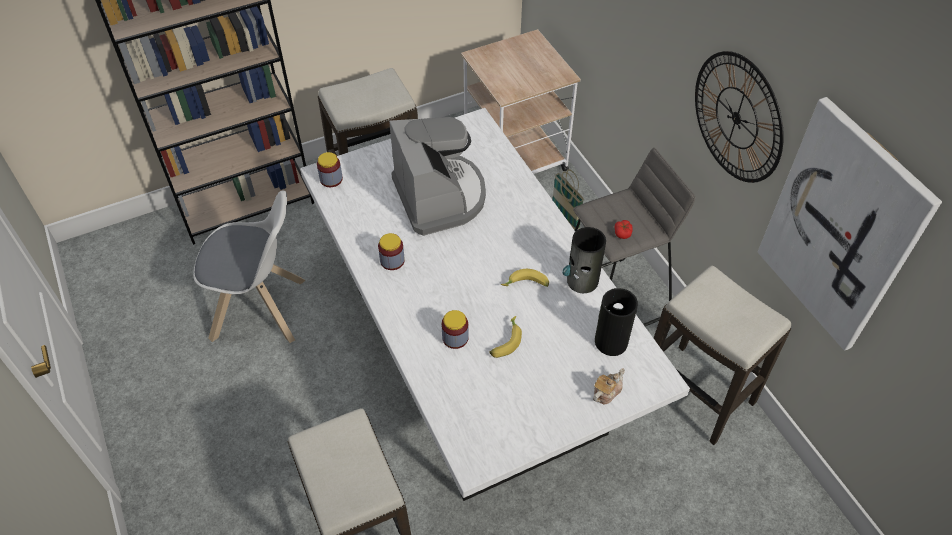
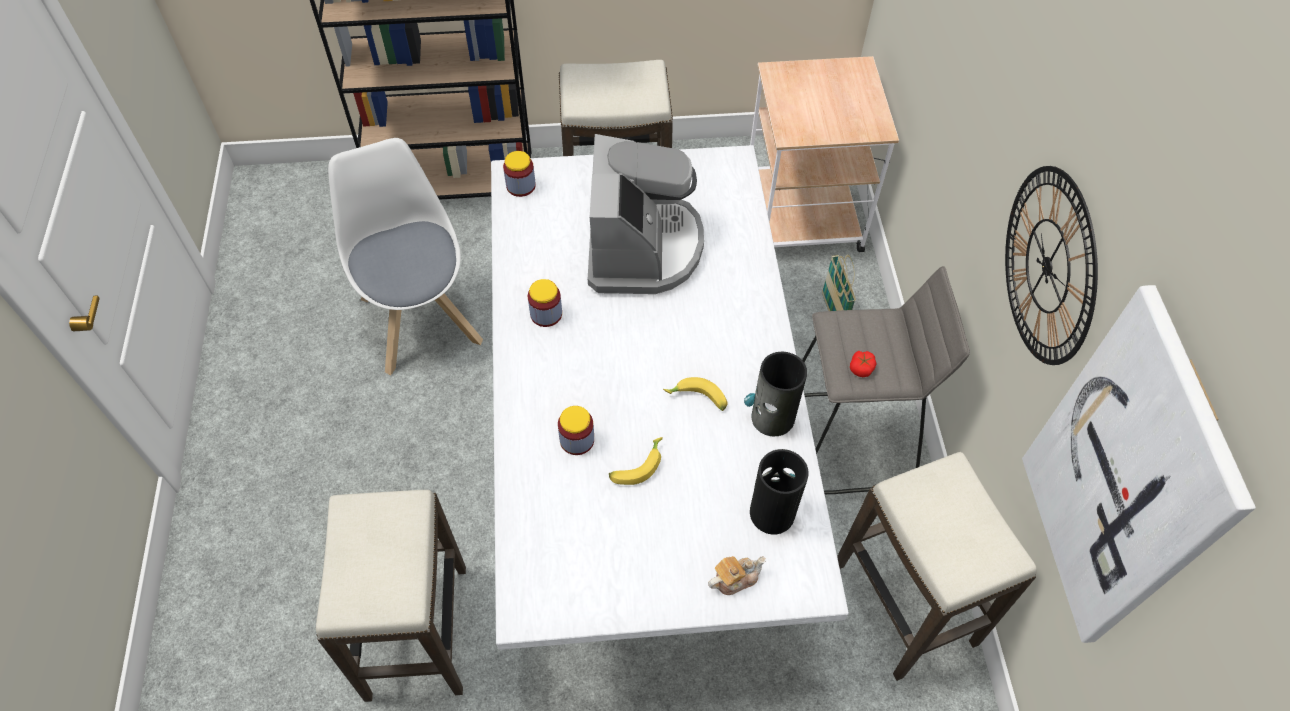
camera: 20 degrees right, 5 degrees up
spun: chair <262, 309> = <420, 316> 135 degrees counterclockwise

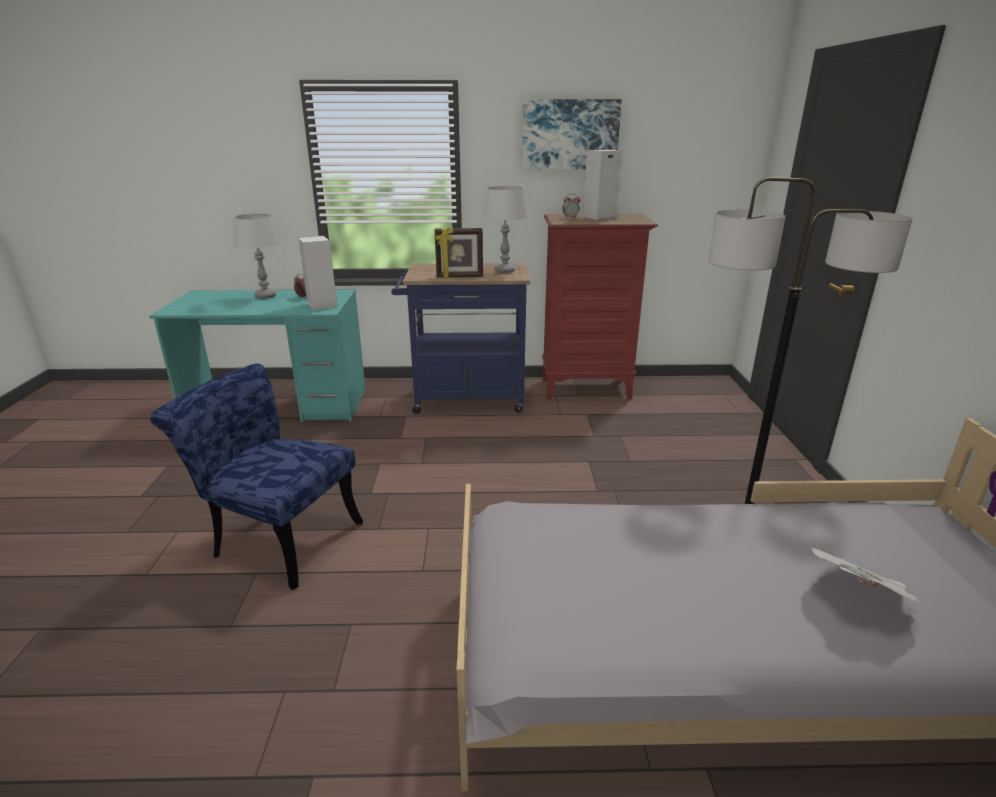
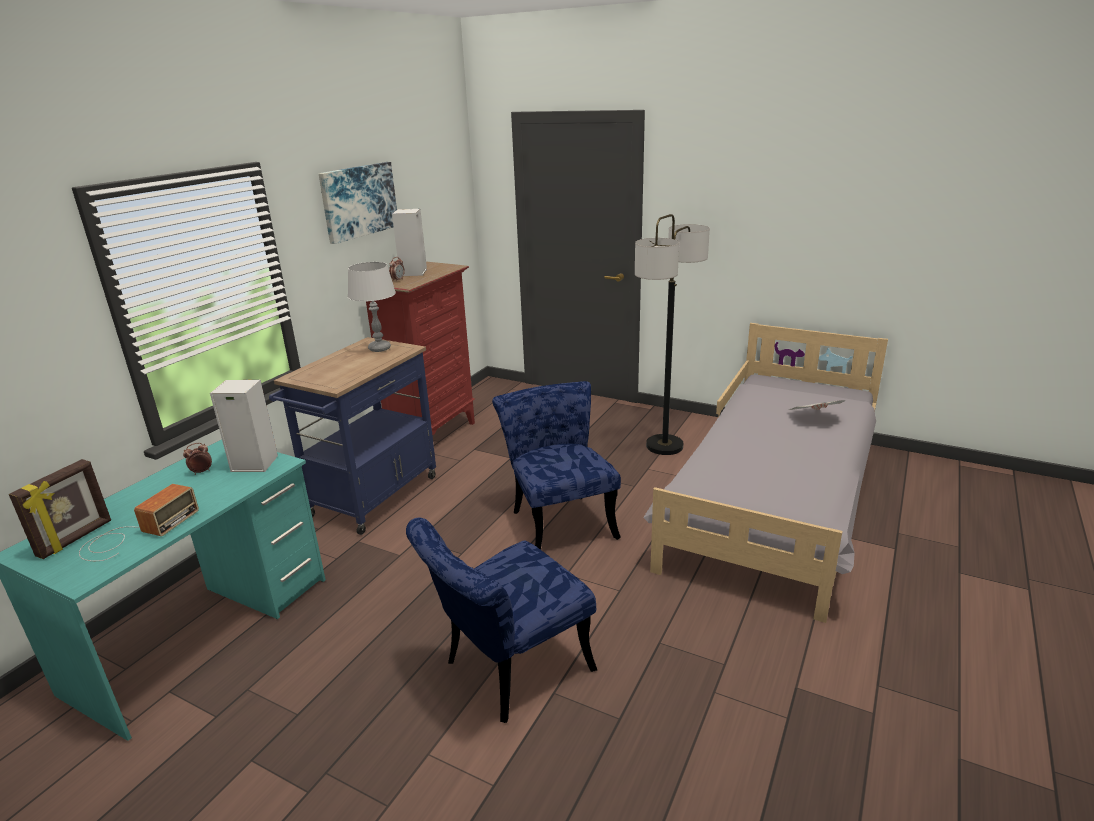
camera: 60 degrees left, 0 degrees up
missing: table lamp (grey) <265, 296>
appeared: radio <136, 533>; chair (blue) <559, 520>
relocated: picture frame <459, 277> to <75, 539>

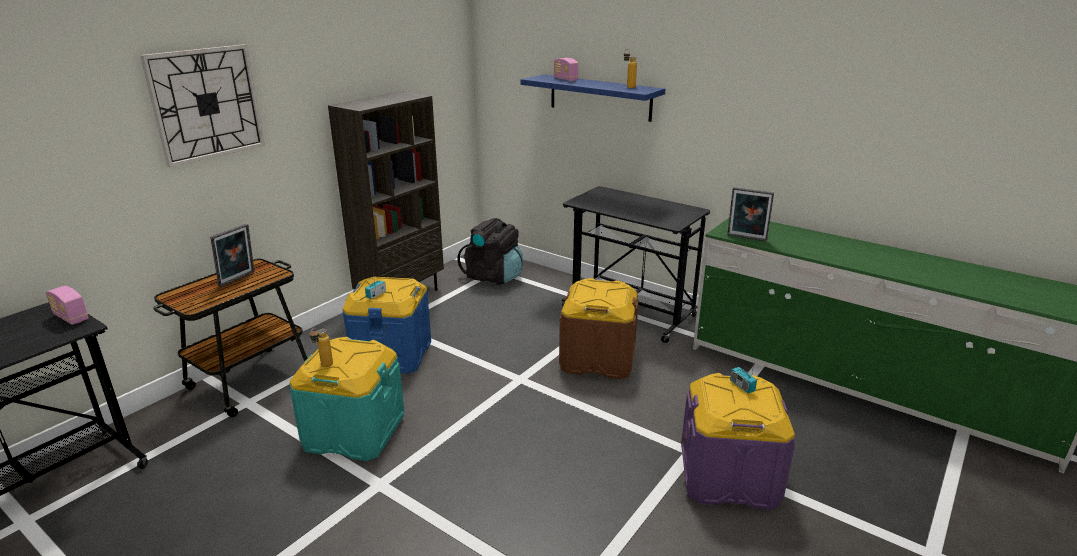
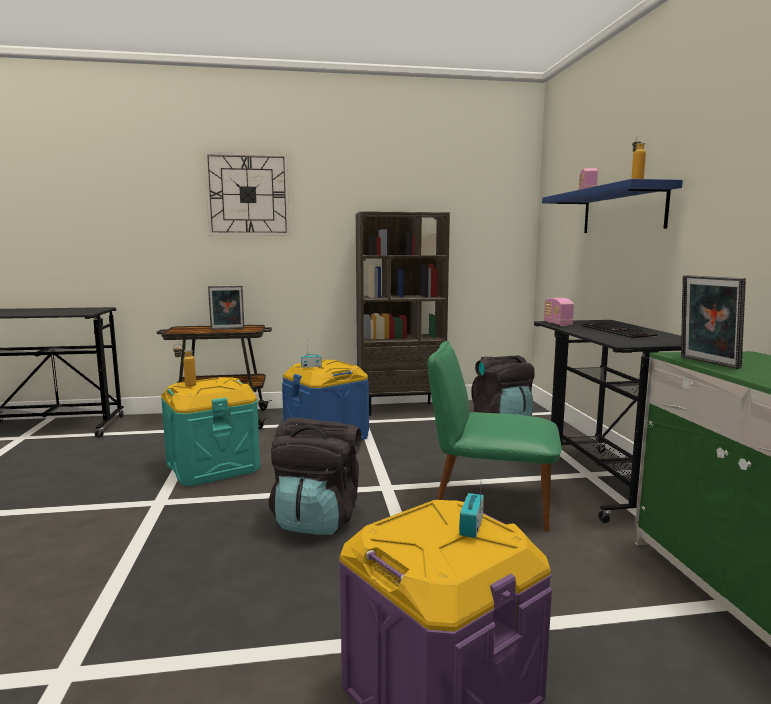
camera: 45 degrees right, 15 degrees down
appeared: backpack (black) <317, 519>; keyboard <618, 331>
relocated: radio <71, 317> to <557, 324>
exchanged: storage box (brown) <597, 358> to chair (green) <491, 503>

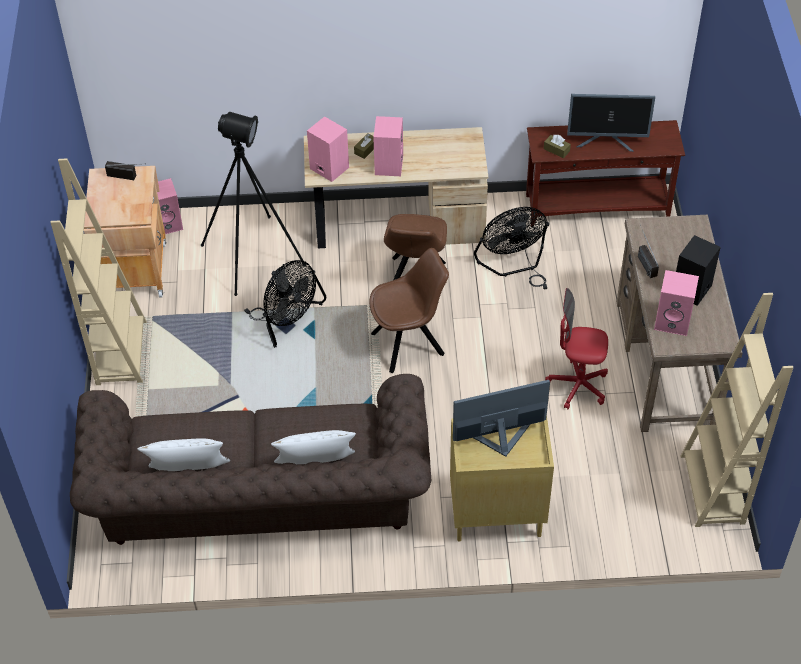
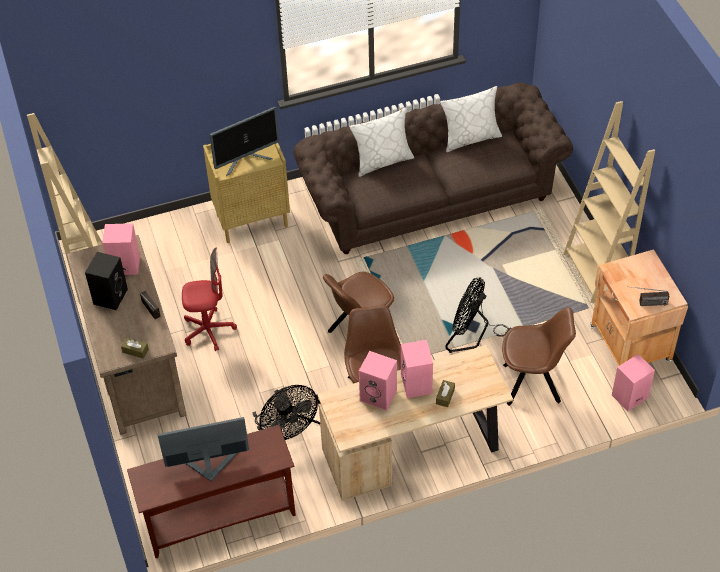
camera: 165 degrees right, 0 degrees up
relocated: speaker (pink) <328, 168> to <379, 395>; tissue box (brown) <556, 150> to <135, 351>
exchanged: floor lamp (black) <253, 256> to chair (brown) <532, 384>

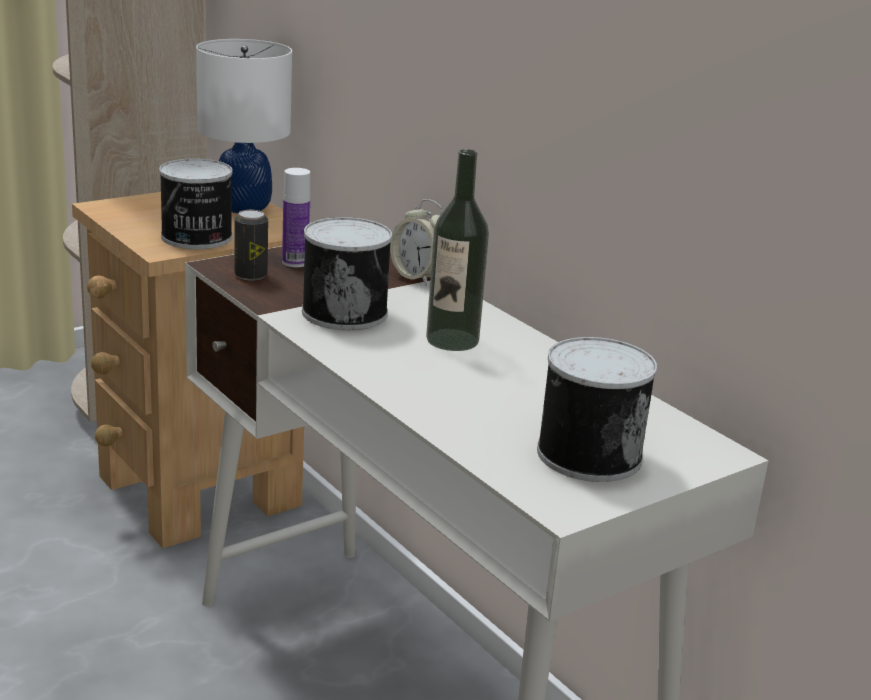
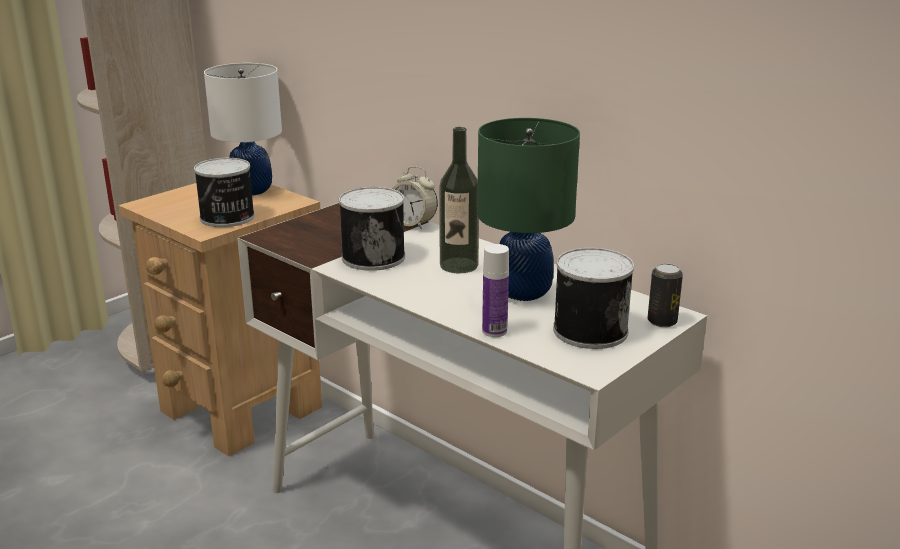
camera: 10 degrees left, 0 degrees up
appeared: table lamp (green) <523, 295>
relocated: can <251, 275> to <662, 321>; bottle <295, 262> to <494, 331>

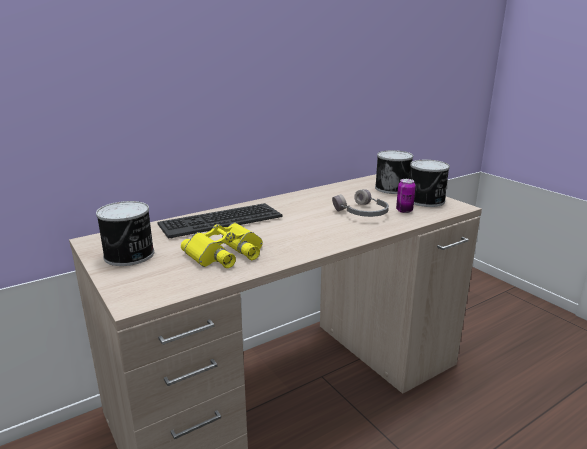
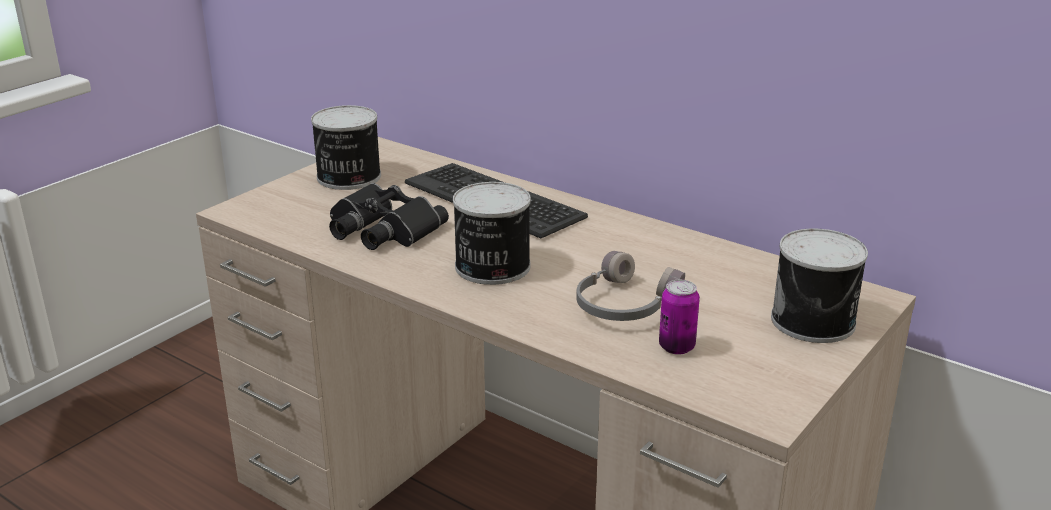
camera: 70 degrees right, 5 degrees up
relocated: can <426, 200> to <491, 267>
colour: binoculars (yellow) <226, 254> to binoculars (black) <381, 229>

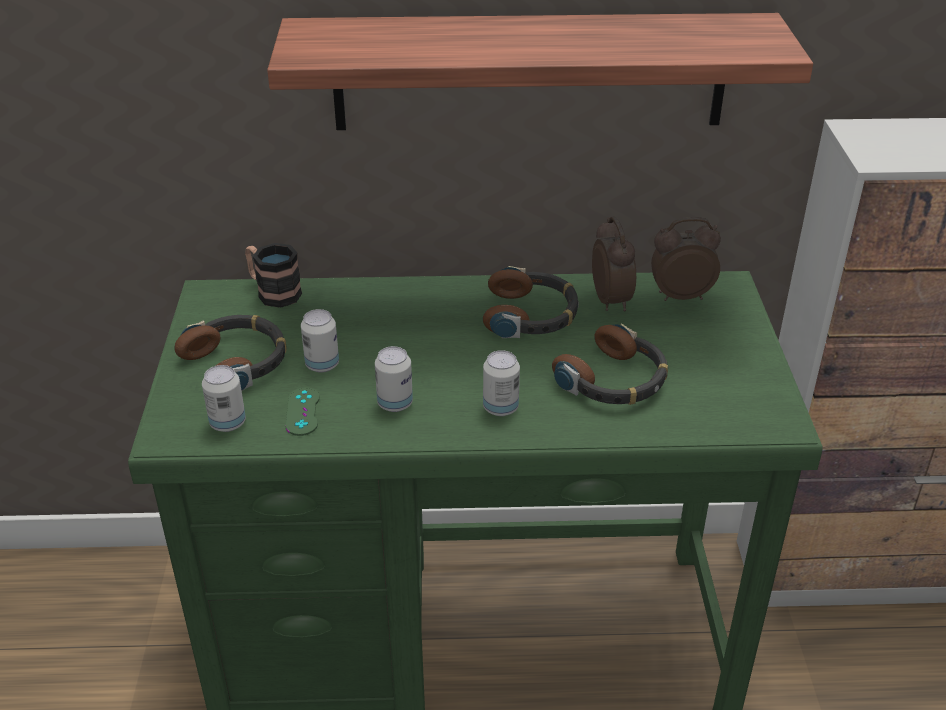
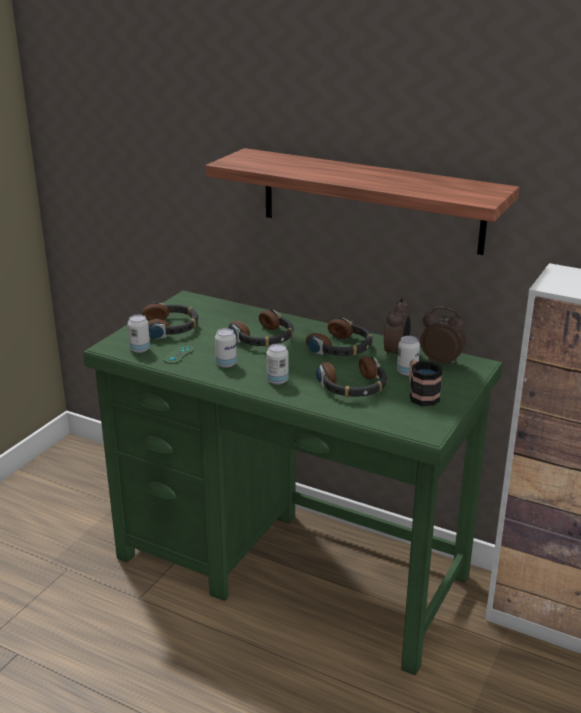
camera: 30 degrees right, 10 degrees down
appeared: headphones <263, 338>
relocated: mug <273, 292> to <421, 395>; can <322, 365> to <407, 372>

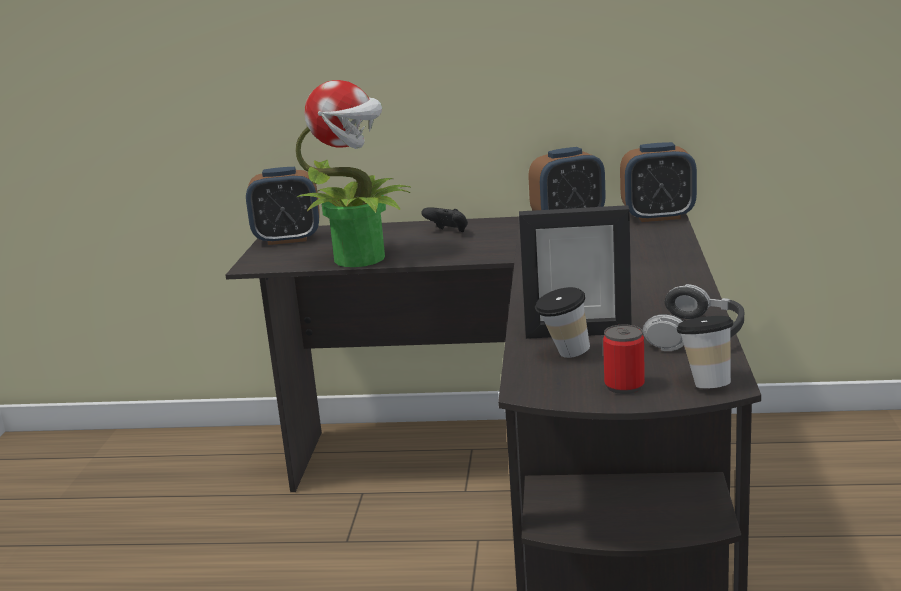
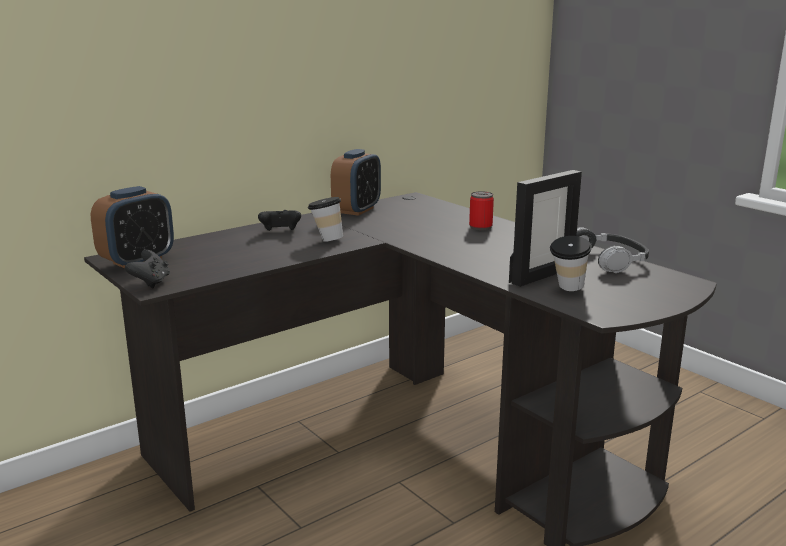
camera: 45 degrees left, 0 degrees up
missing: potted plant <361, 258>; alarm clock <658, 217>
appeared: game controller (black) <151, 283>
relocated: can <624, 386> to <480, 227>; cup <705, 383> to <326, 239>

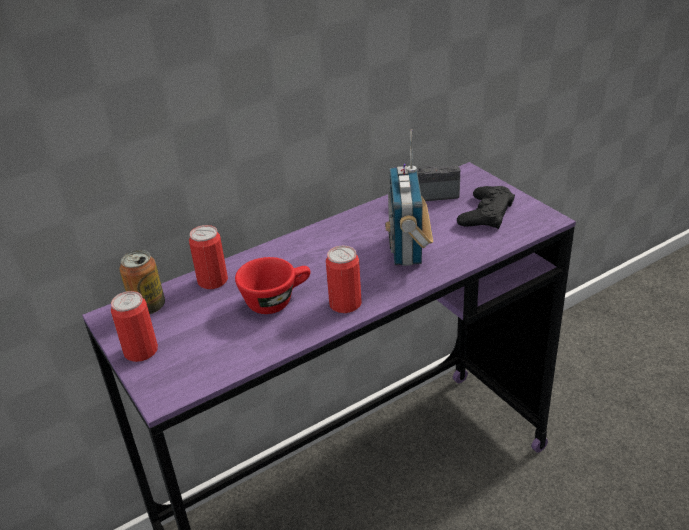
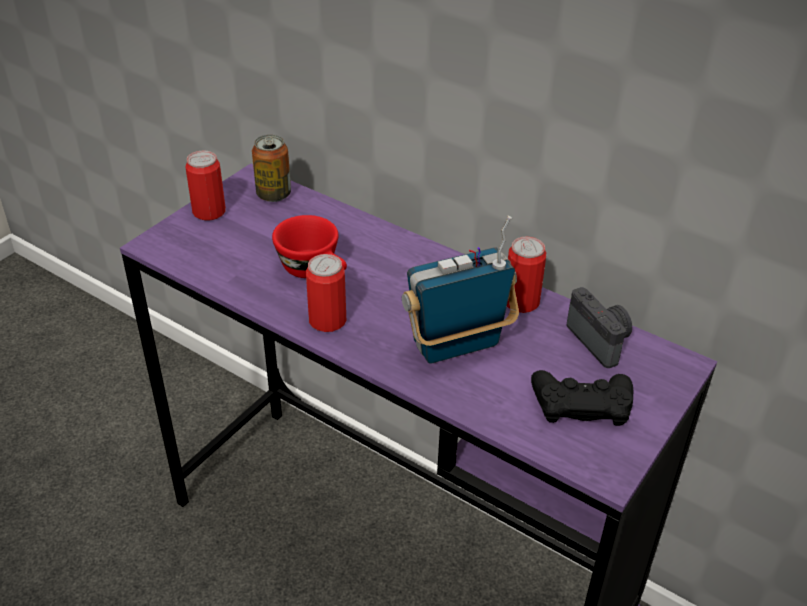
camera: 65 degrees right, 5 degrees up
relocated: can <213, 281> to <521, 302>

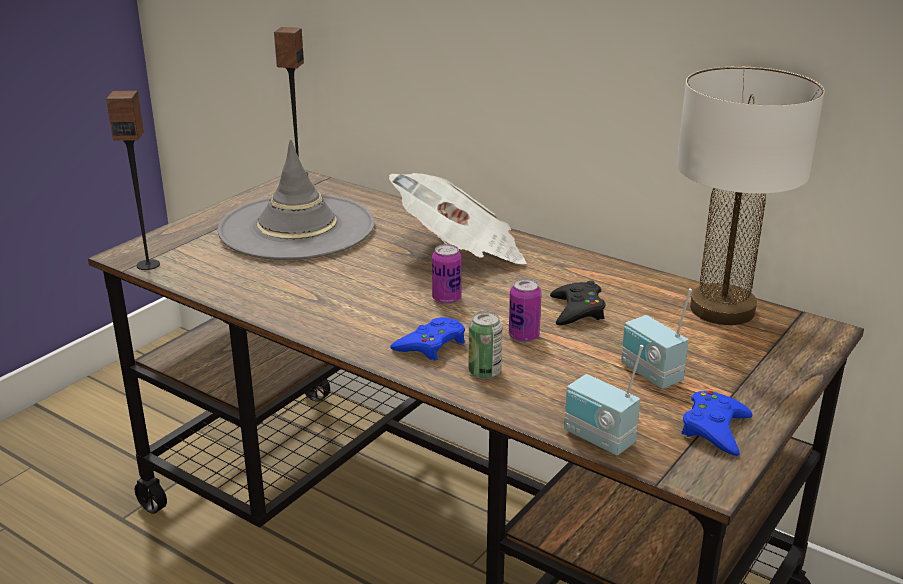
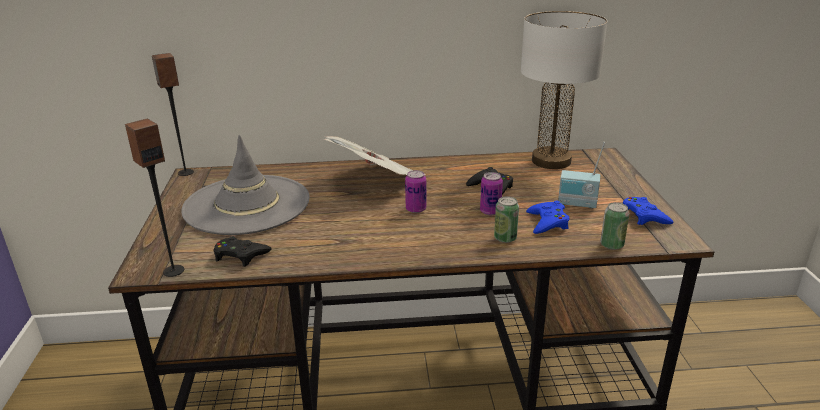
camera: 40 degrees left, 0 degrees up
appeared: game controller (black) <240, 255>
relocated: game controller (blue) <431, 345> to <547, 222>
exchanged: radio <598, 439> to can <611, 245>

